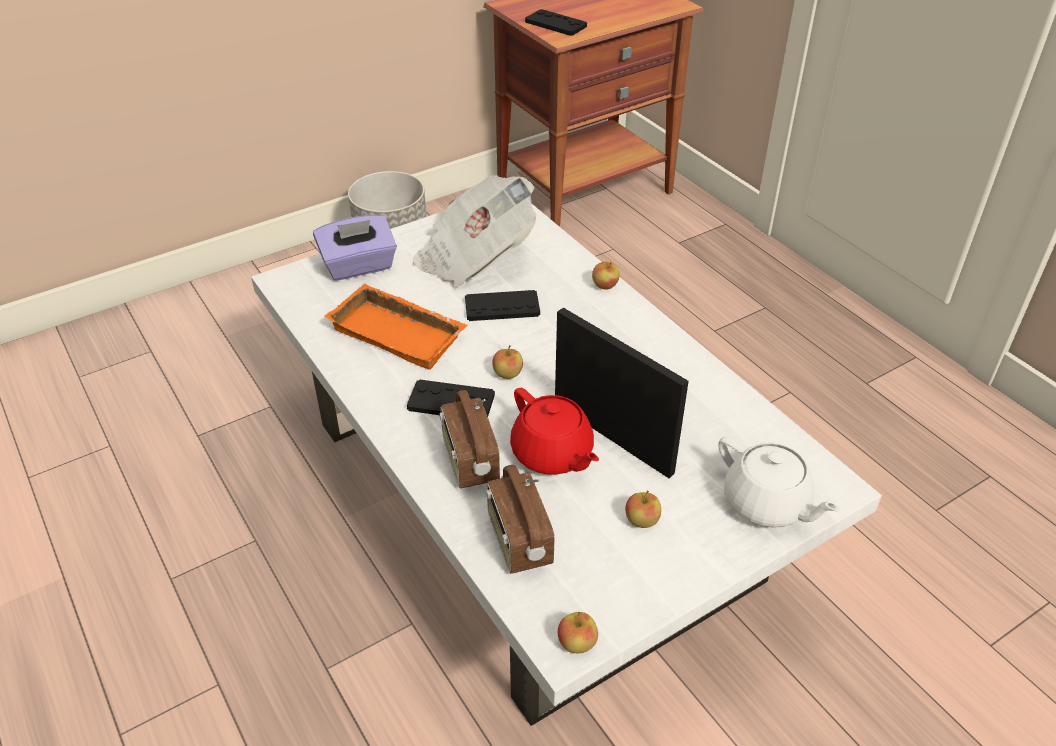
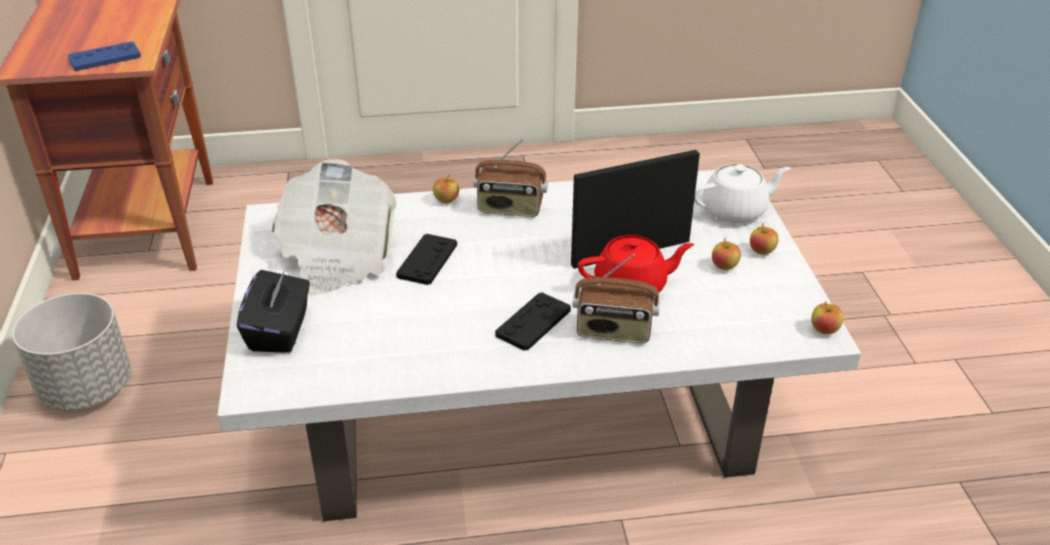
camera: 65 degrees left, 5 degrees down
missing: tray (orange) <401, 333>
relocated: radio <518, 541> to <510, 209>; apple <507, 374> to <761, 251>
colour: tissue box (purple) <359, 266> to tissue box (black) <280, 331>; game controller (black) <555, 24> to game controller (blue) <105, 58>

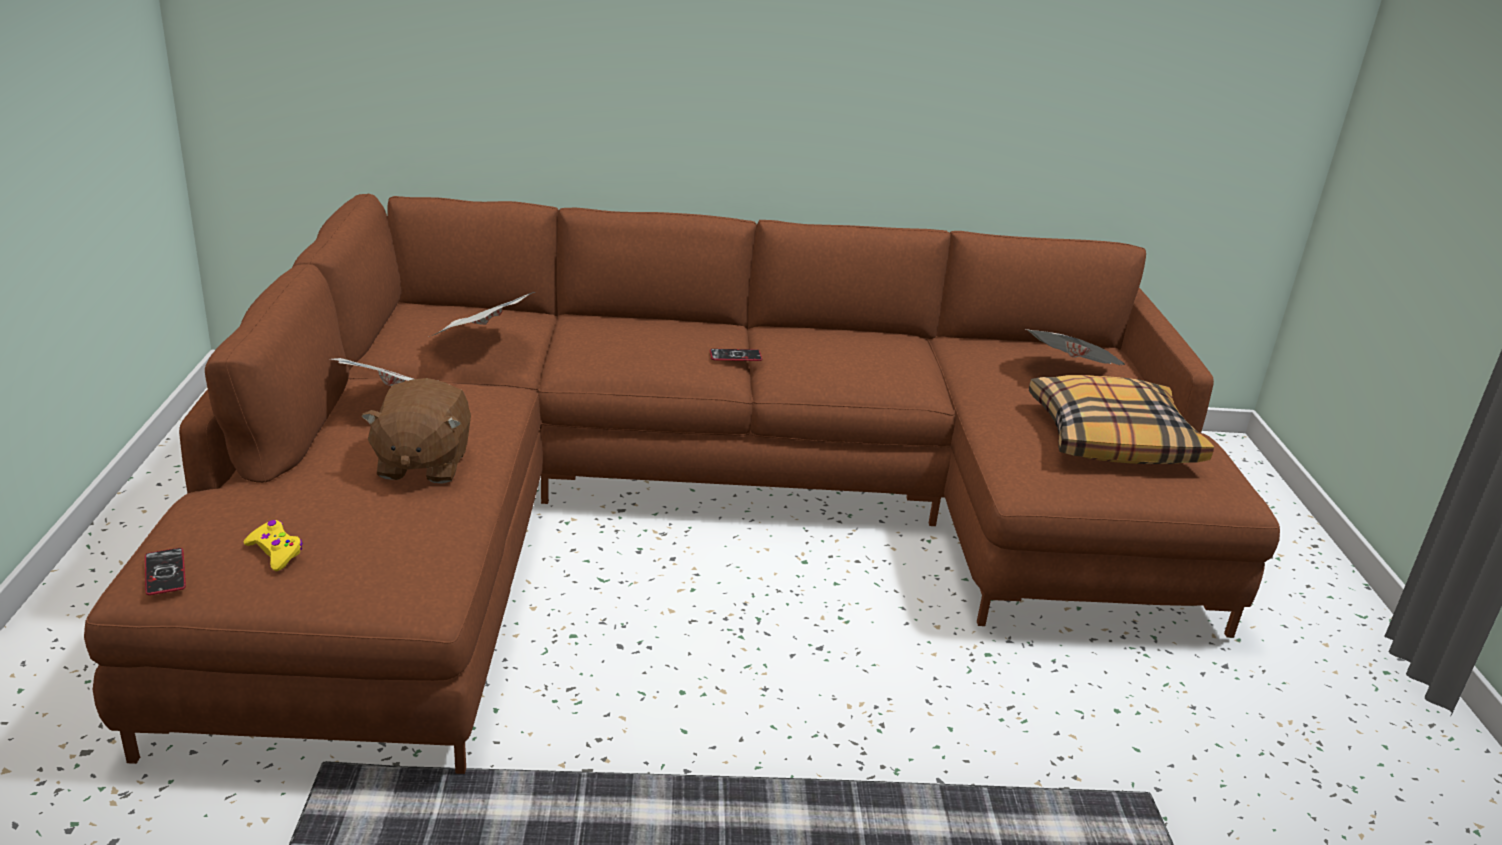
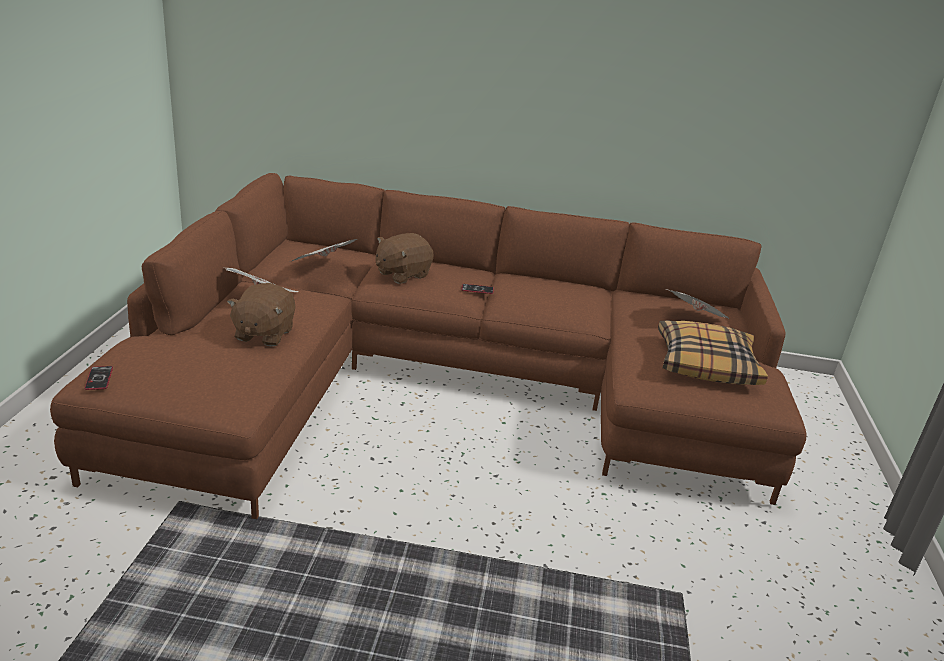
camera: 10 degrees right, 0 degrees up
missing: game controller (yellow) <275, 552>
appeared: plush toy (brown) <402, 274>

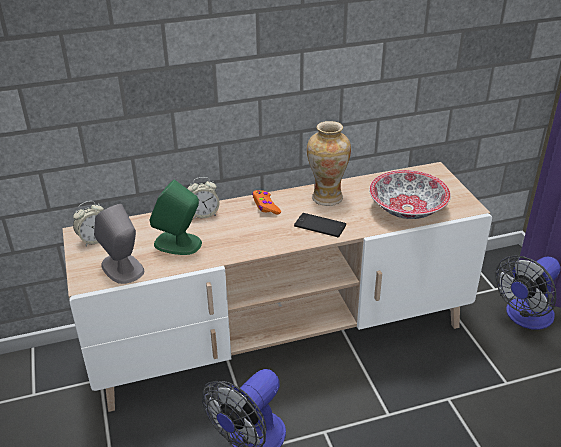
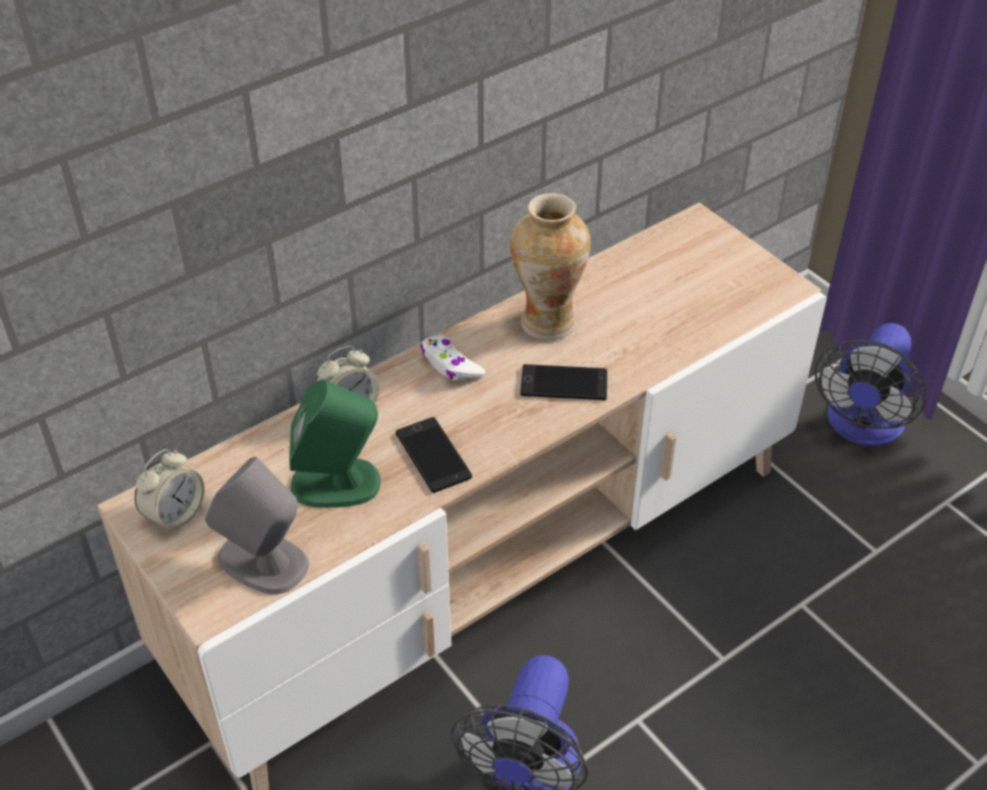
camera: 20 degrees left, 10 degrees up
missing: bowl <408, 209>
appeared: phone <433, 455>
colour: game controller (orange) <265, 206> to game controller (white) <450, 365>

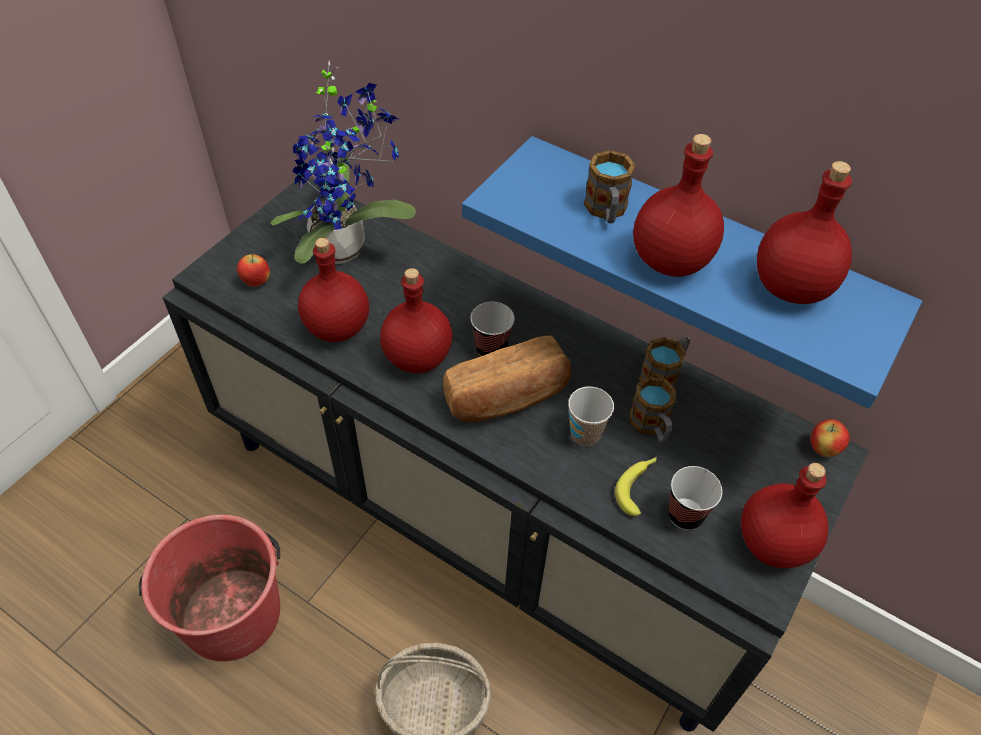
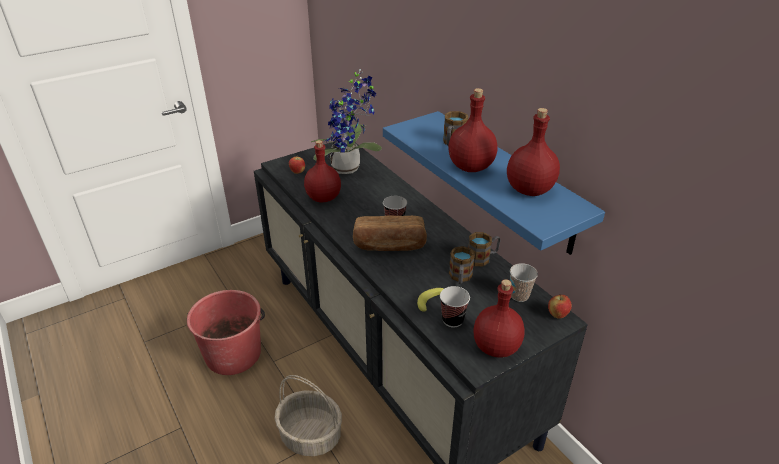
camera: 25 degrees right, 15 degrees down
missing: bottle (red) <417, 357>
relocated: cup <585, 434> to <519, 295>

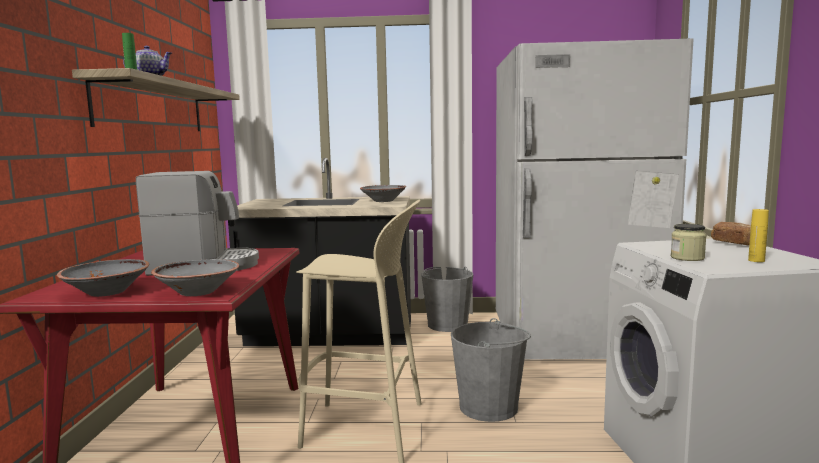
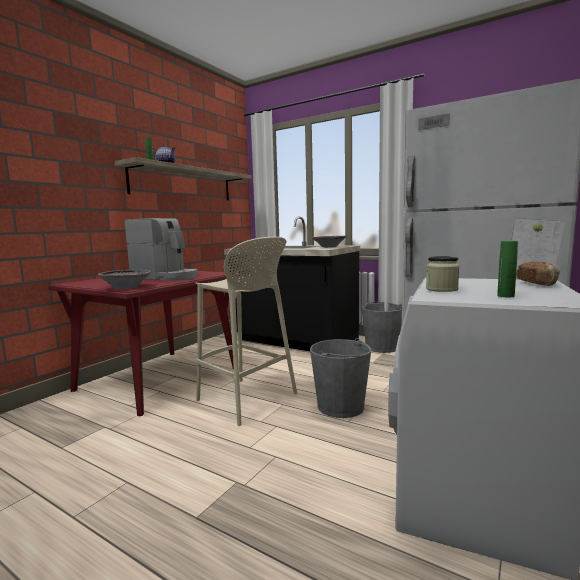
camera: 30 degrees right, 0 degrees up
missing: bowl (grey) <107, 292>
colour: bottle (yellow) <756, 260> to bottle (green) <505, 296>

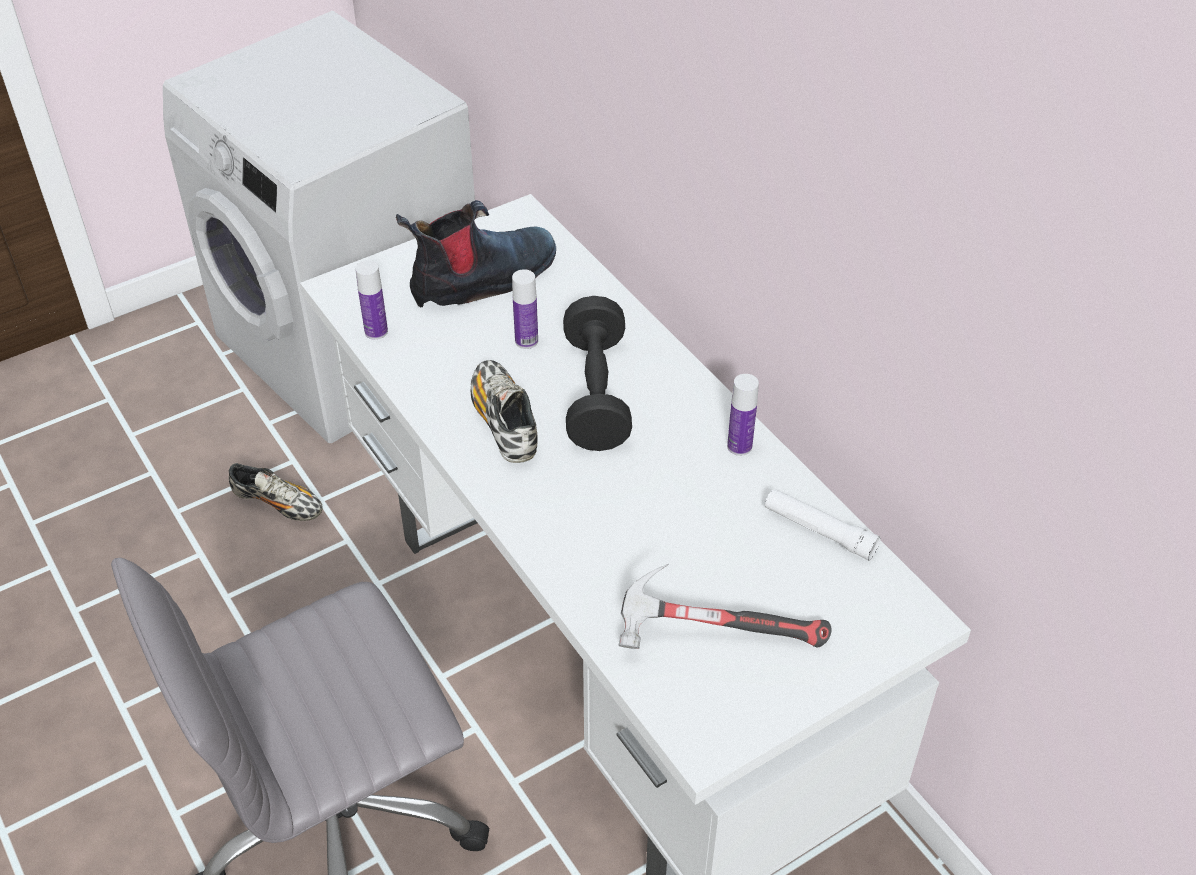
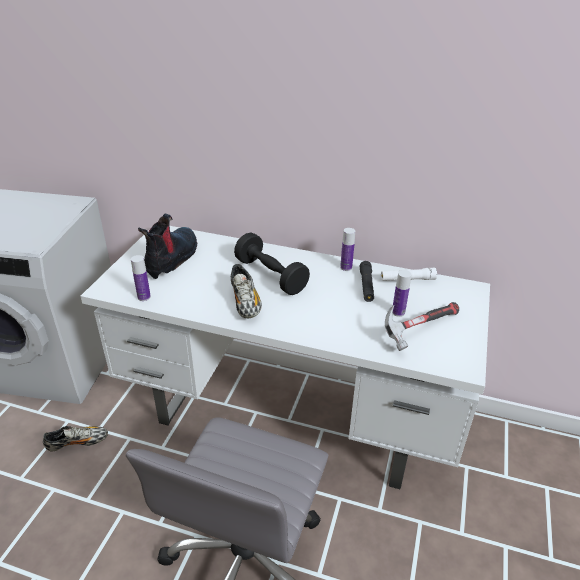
camera: 40 degrees left, 10 degrees down
appeared: flashlight (black) <366, 286>
relocated: bottle <526, 341> to <398, 312>
spun: shoe <504, 422> = <245, 302> 135 degrees counterclockwise

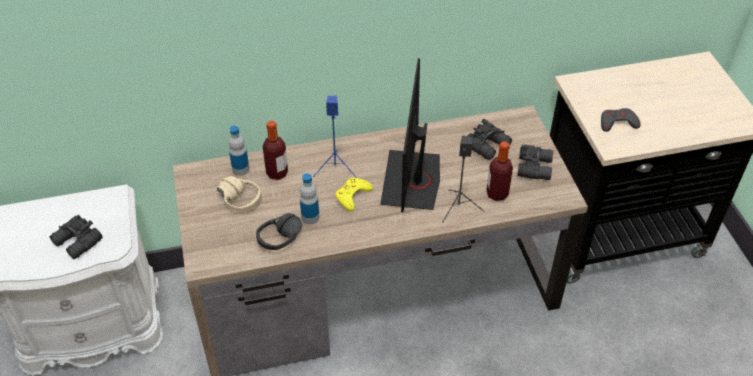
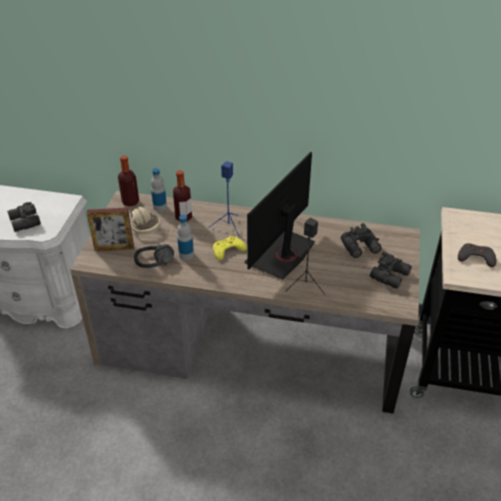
camera: 25 degrees right, 5 degrees down
appeared: picture frame <114, 248>
relocated: bottle <497, 194> to <130, 202>

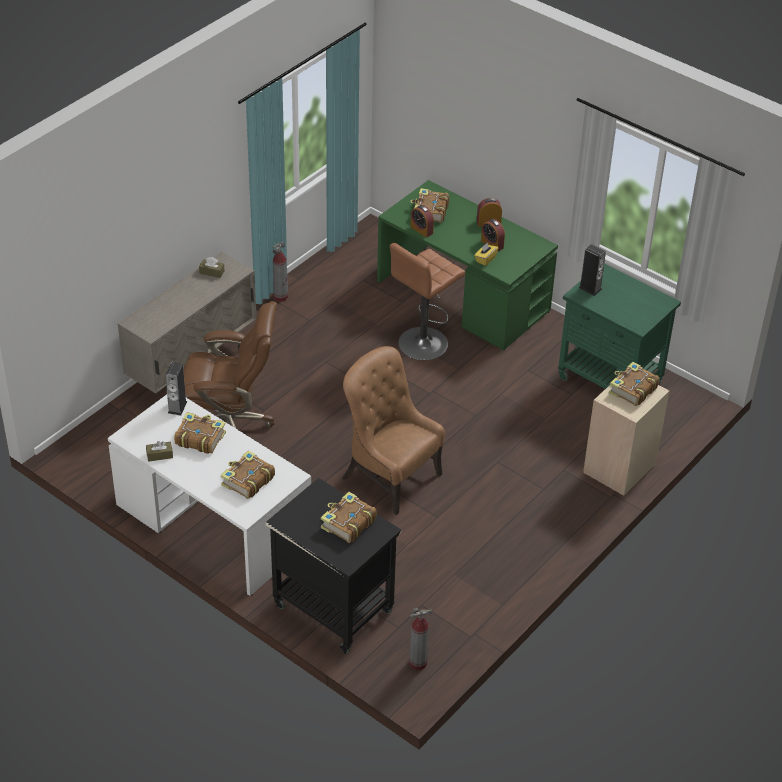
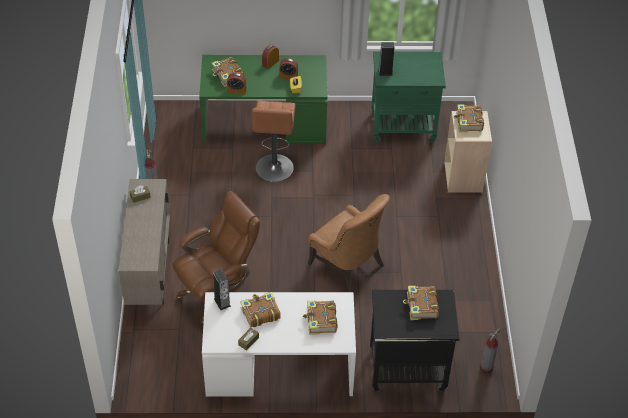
camera: 40 degrees left, 5 degrees up
spun: chair (brown) <389, 476> = <347, 265> 135 degrees counterclockwise

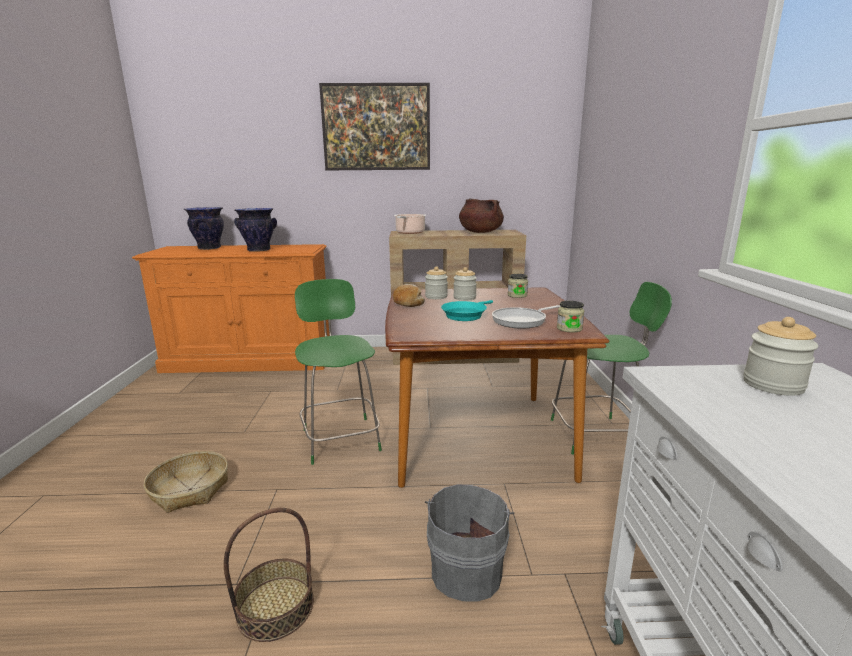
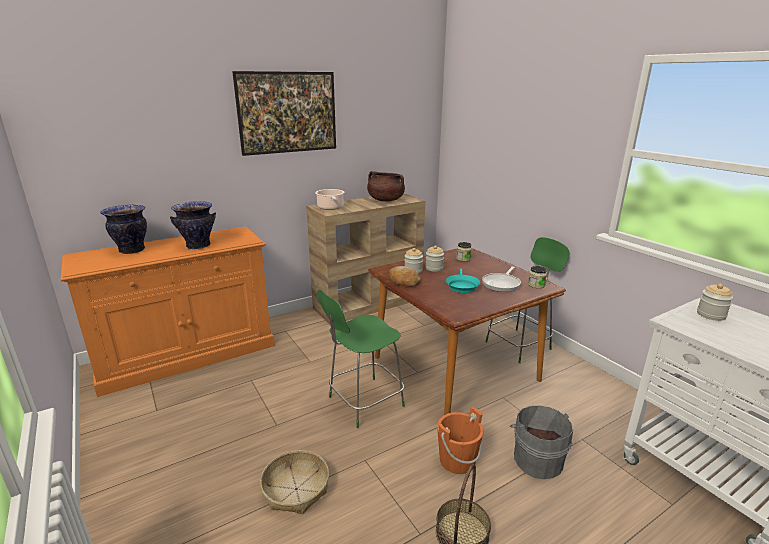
camera: 30 degrees left, 5 degrees up
appeared: bucket (orange) <457, 460>
spun: chair (green) <340, 438> = <363, 402> 75 degrees counterclockwise

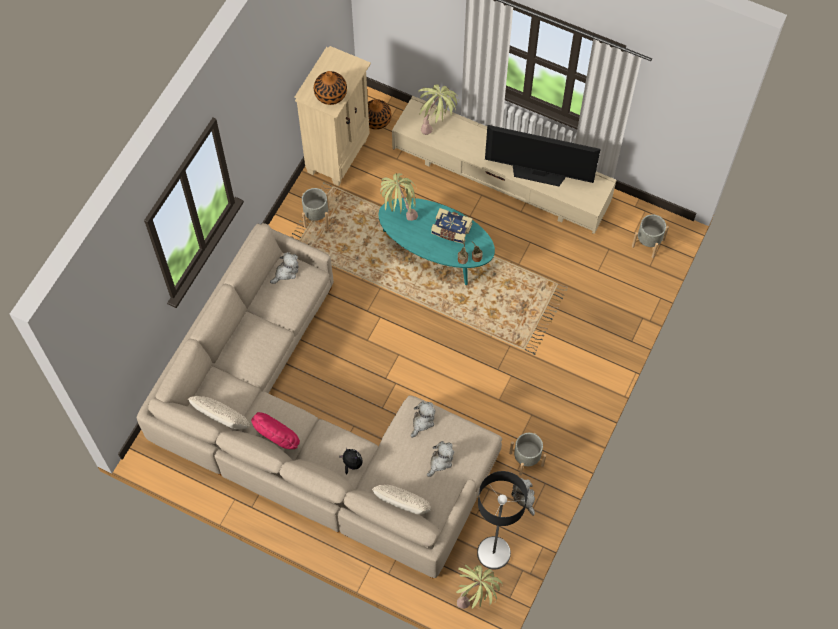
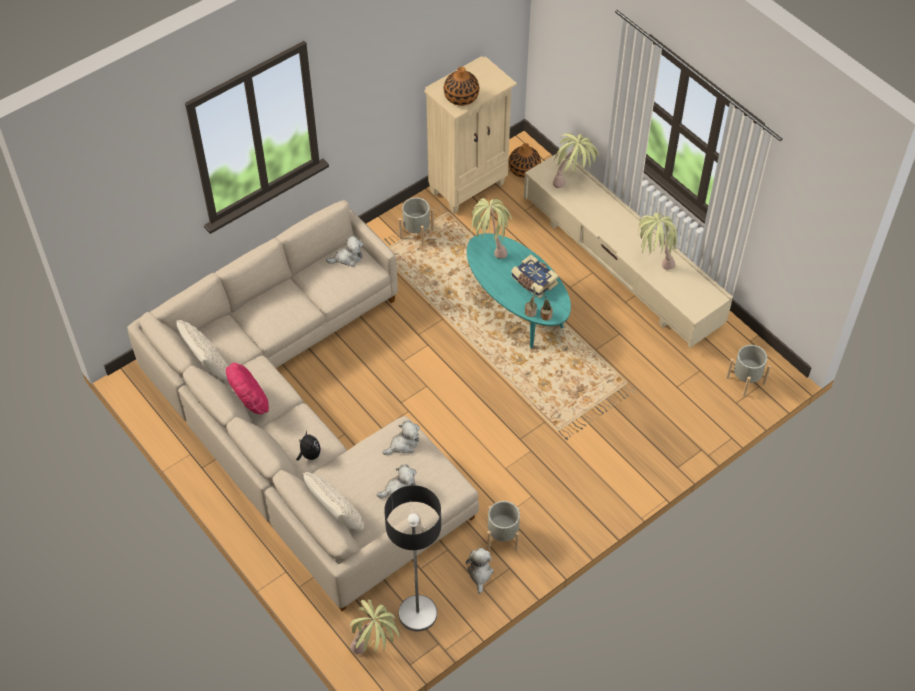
camera: 25 degrees right, 10 degrees down
exchanged: television <538, 173> to potted plant <653, 262>

